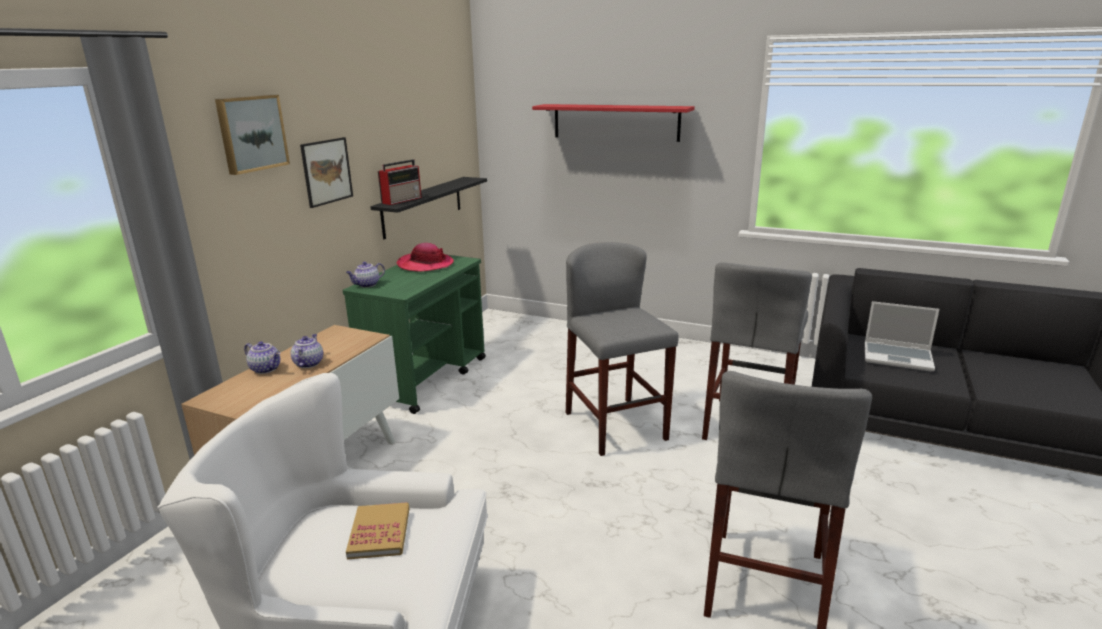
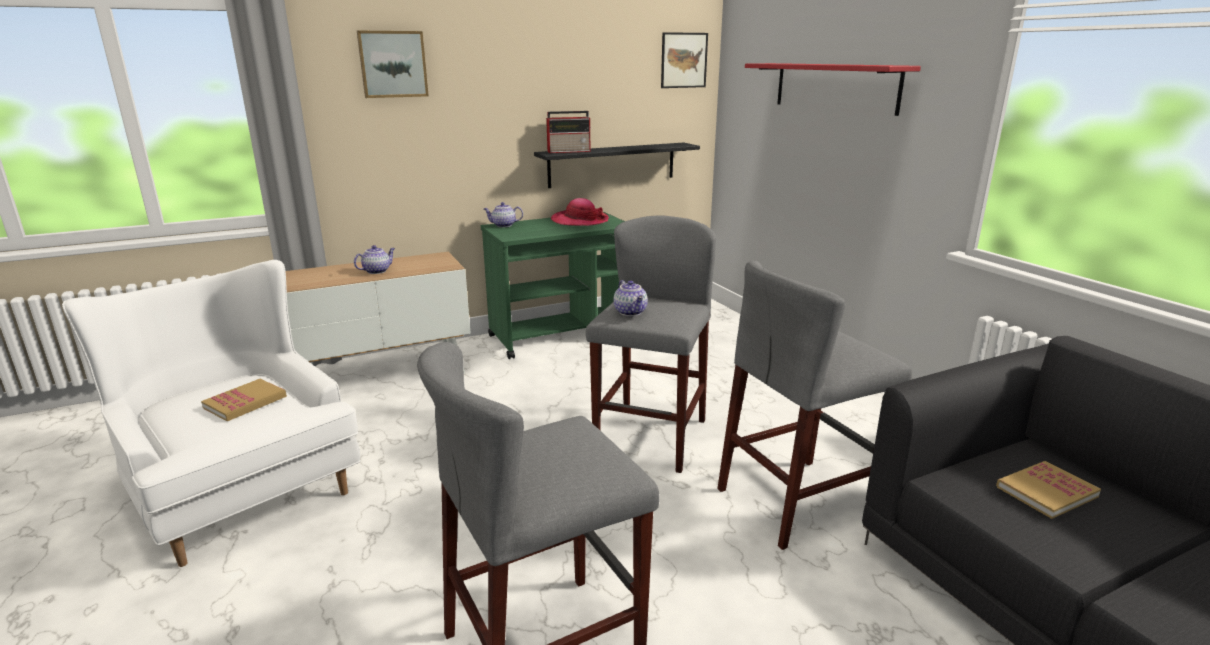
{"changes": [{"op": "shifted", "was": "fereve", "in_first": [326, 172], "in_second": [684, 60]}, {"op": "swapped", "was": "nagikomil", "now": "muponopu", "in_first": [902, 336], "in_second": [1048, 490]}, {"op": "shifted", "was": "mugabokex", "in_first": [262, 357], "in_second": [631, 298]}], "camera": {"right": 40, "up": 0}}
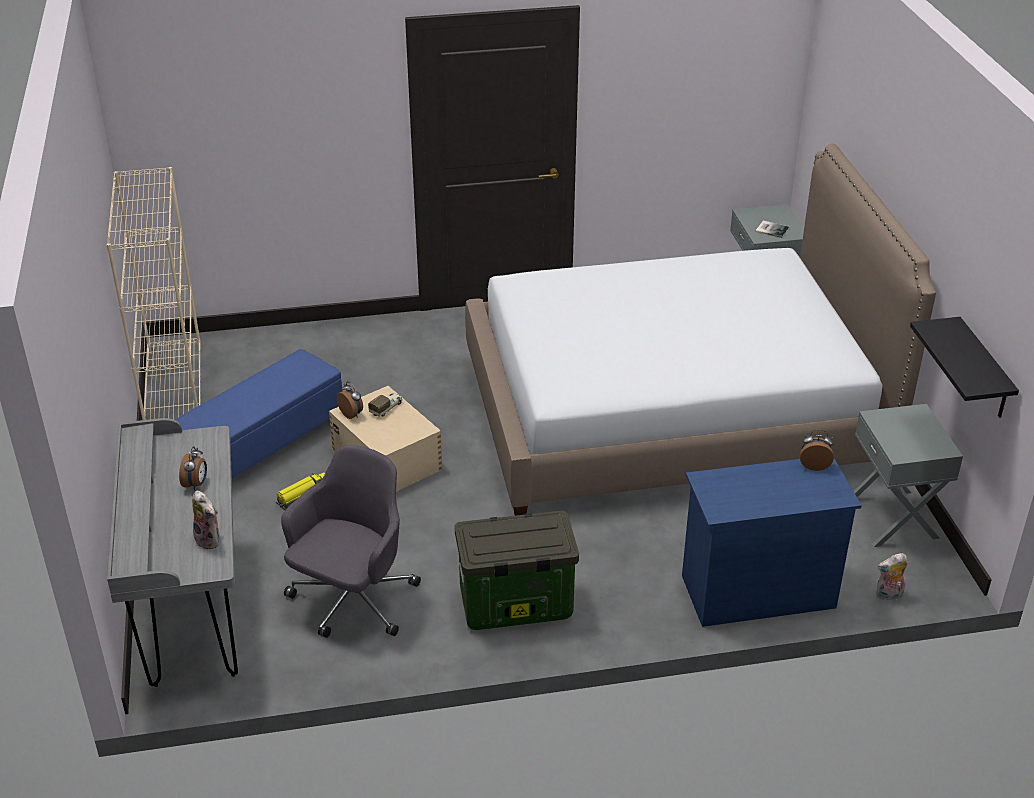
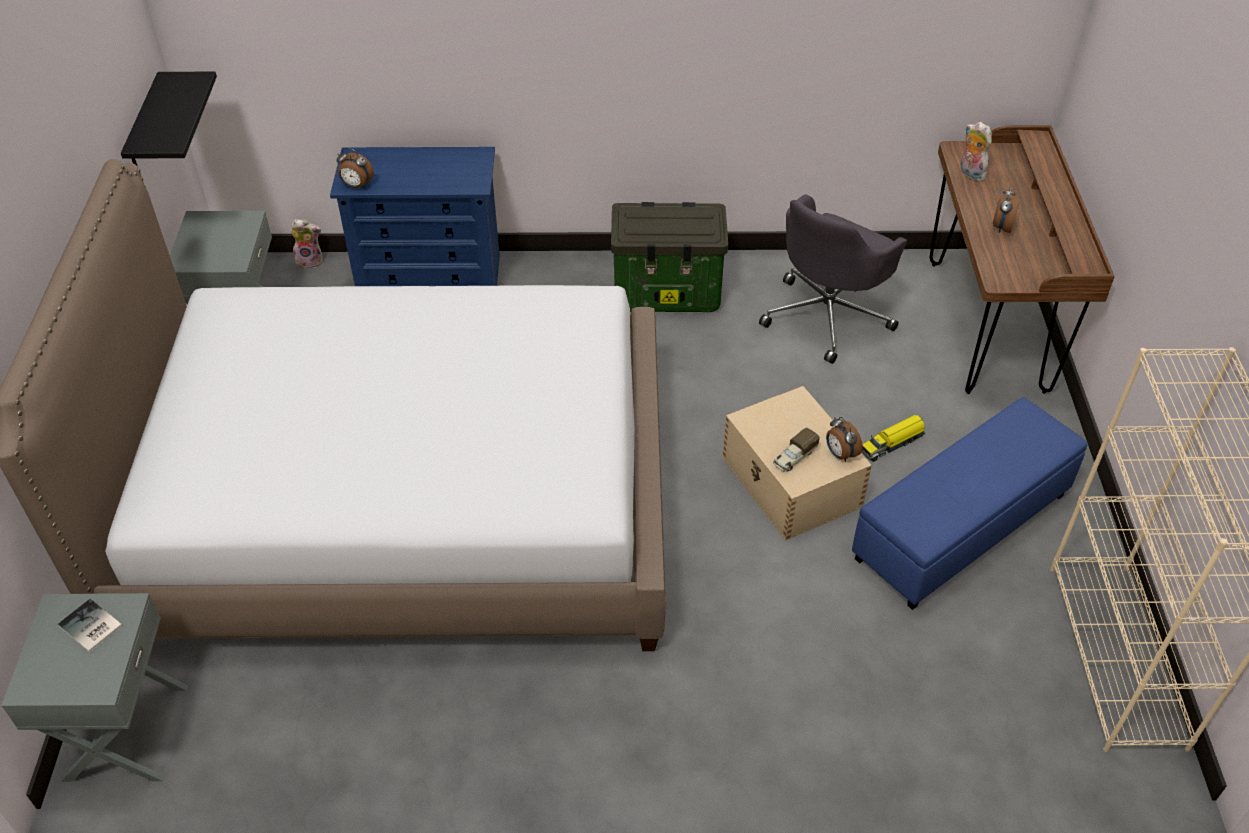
{"changes": [{"op": "repainted", "was": "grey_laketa", "now": "brown_laketa", "in_first": [172, 552], "in_second": [1022, 259]}], "camera": {"right": -170, "up": 10}}
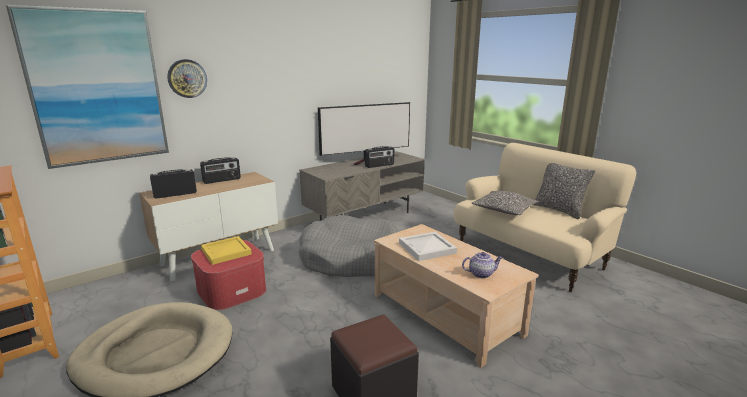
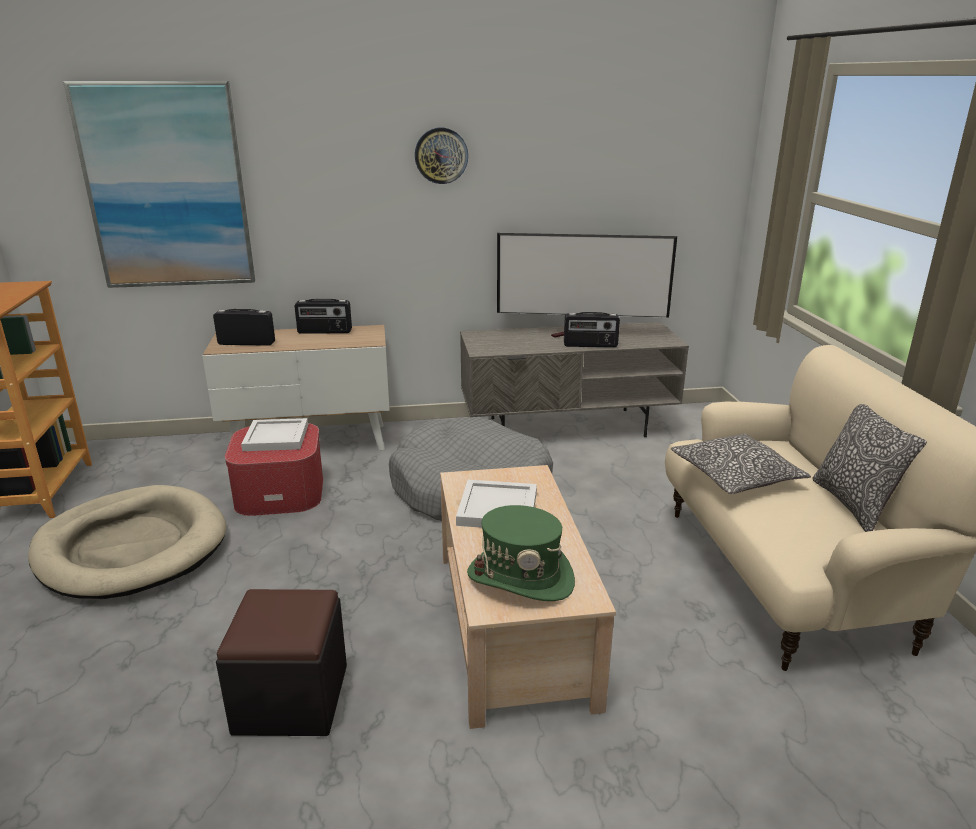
{"changes": [{"op": "shifted", "was": "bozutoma", "in_first": [187, 78], "in_second": [441, 155]}, {"op": "repainted", "was": "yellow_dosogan", "now": "white_dosogan", "in_first": [226, 250], "in_second": [274, 434]}, {"op": "swapped", "was": "mugabokex", "now": "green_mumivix", "in_first": [482, 265], "in_second": [521, 553]}], "camera": {"right": 30, "up": 5}}
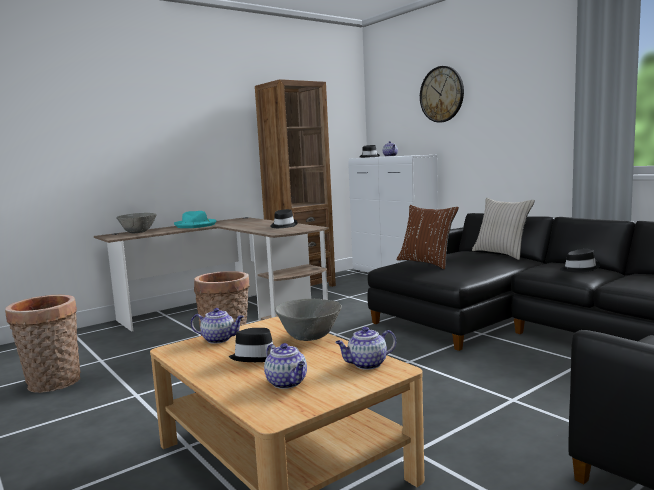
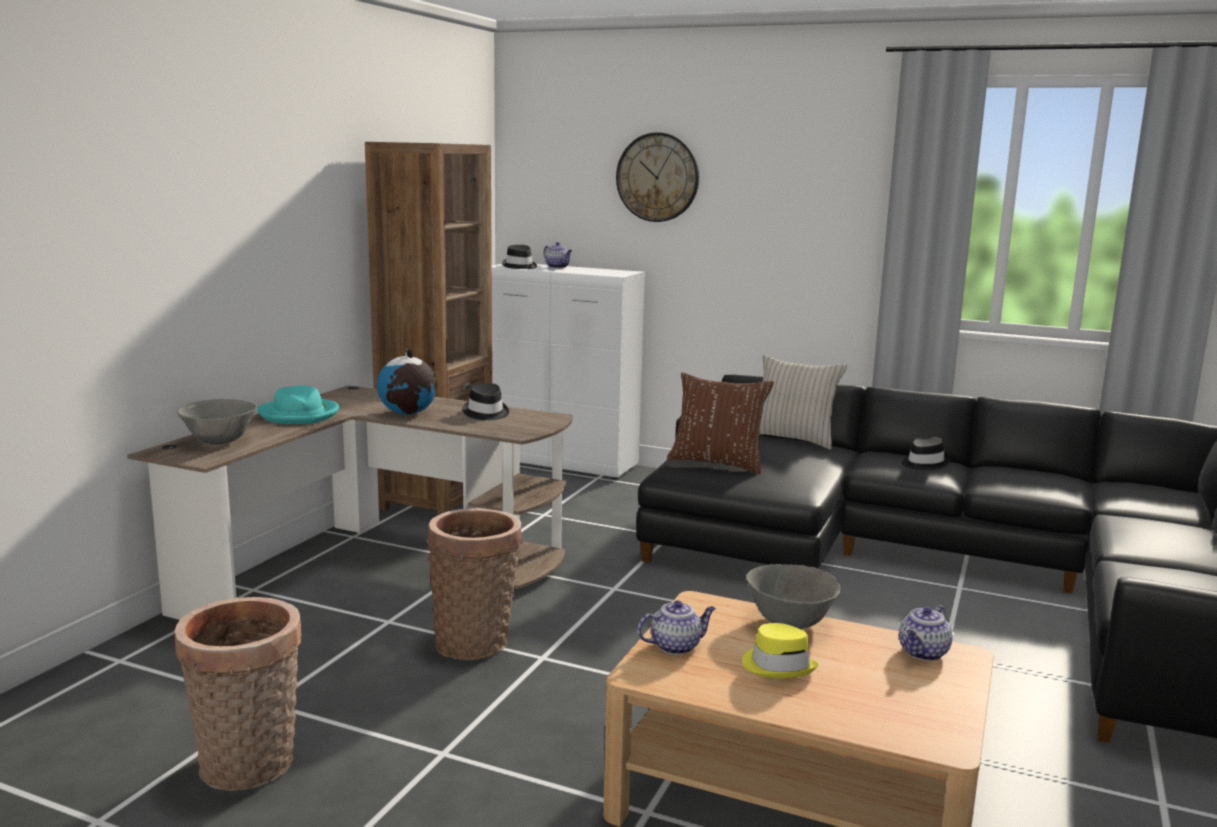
{"changes": [{"op": "repainted", "was": "black_mumivix", "now": "yellow_mumivix", "in_first": [251, 345], "in_second": [780, 650]}, {"op": "gone", "was": "mugabokex", "in_first": [285, 366]}, {"op": "new", "now": "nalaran", "in_second": [407, 382]}], "camera": {"right": -30, "up": 5}}
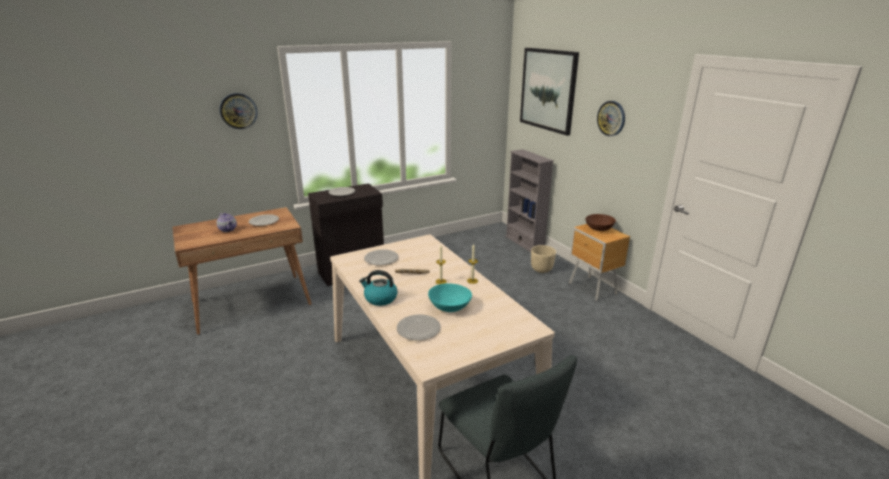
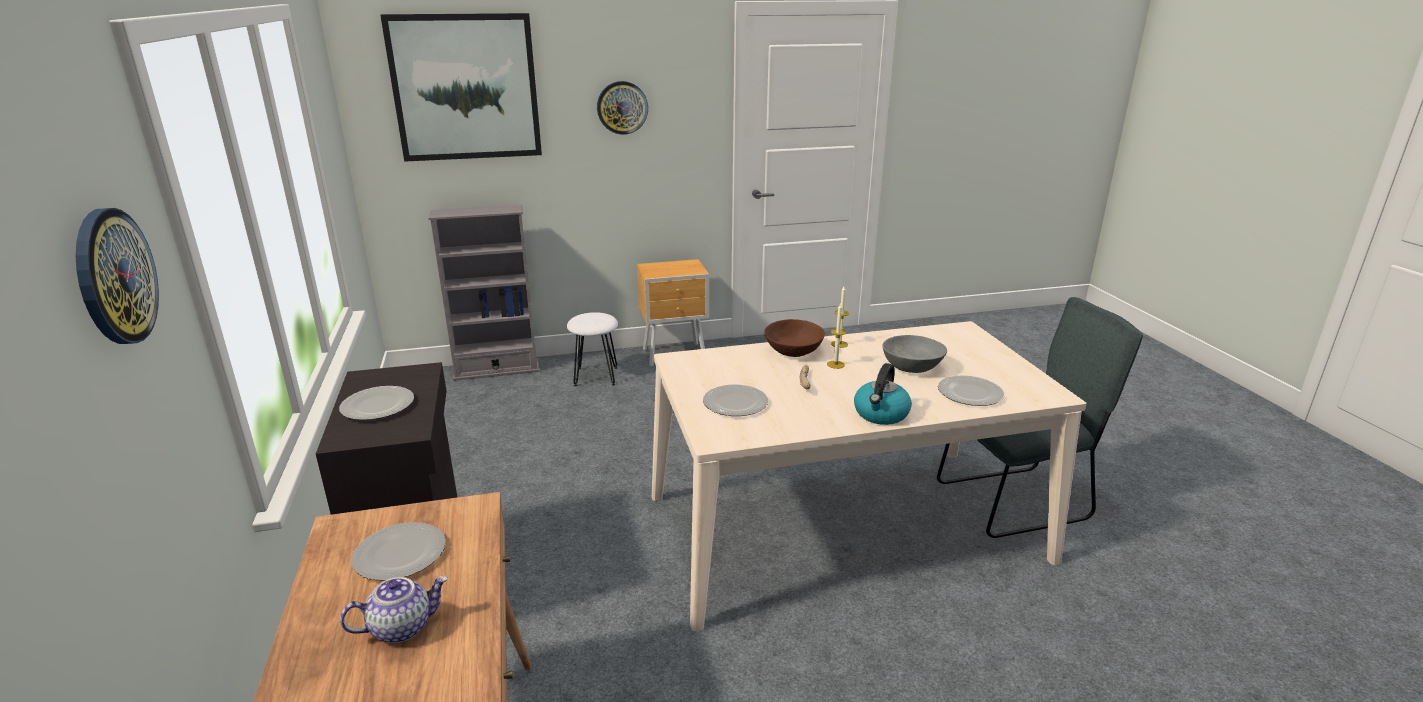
{"changes": [{"op": "shifted", "was": "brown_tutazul", "in_first": [600, 222], "in_second": [794, 338]}, {"op": "swapped", "was": "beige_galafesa", "now": "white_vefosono", "in_first": [543, 259], "in_second": [592, 349]}, {"op": "repainted", "was": "turquoise_tutazul", "now": "grey_tutazul", "in_first": [450, 297], "in_second": [914, 354]}], "camera": {"right": -75, "up": 0}}
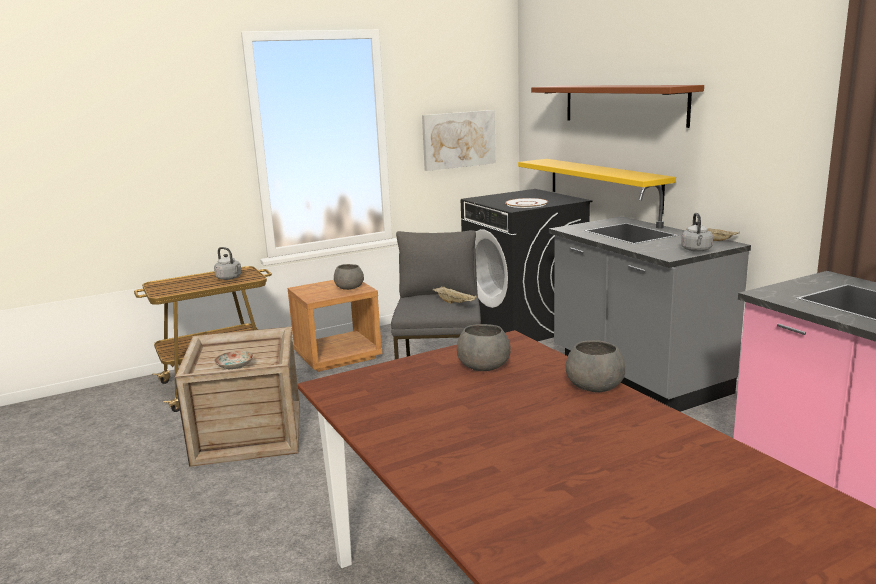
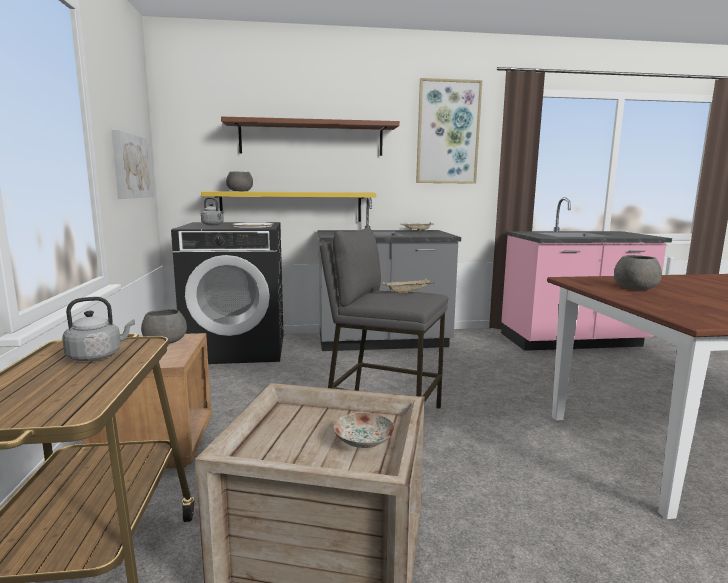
{"changes": [{"op": "shifted", "was": "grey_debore", "in_first": [697, 232], "in_second": [213, 211]}, {"op": "shifted", "was": "grey_tutazul", "in_first": [595, 366], "in_second": [239, 181]}, {"op": "new", "now": "fereve", "in_second": [449, 131]}], "camera": {"right": -70, "up": -5}}
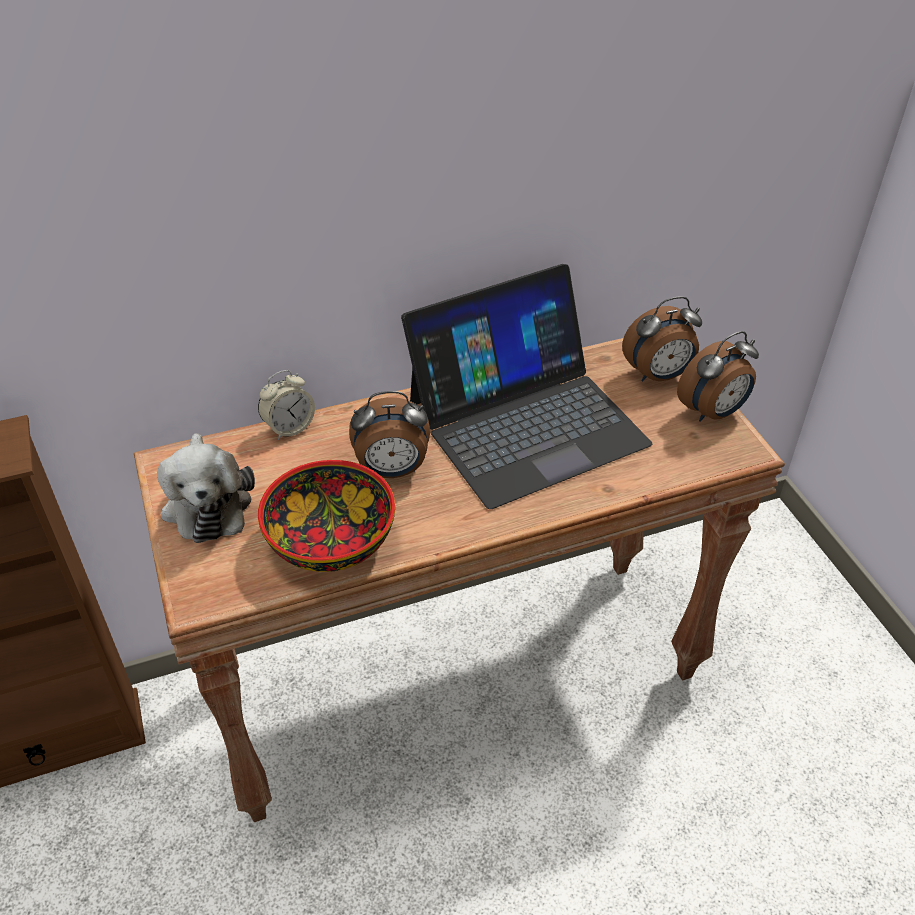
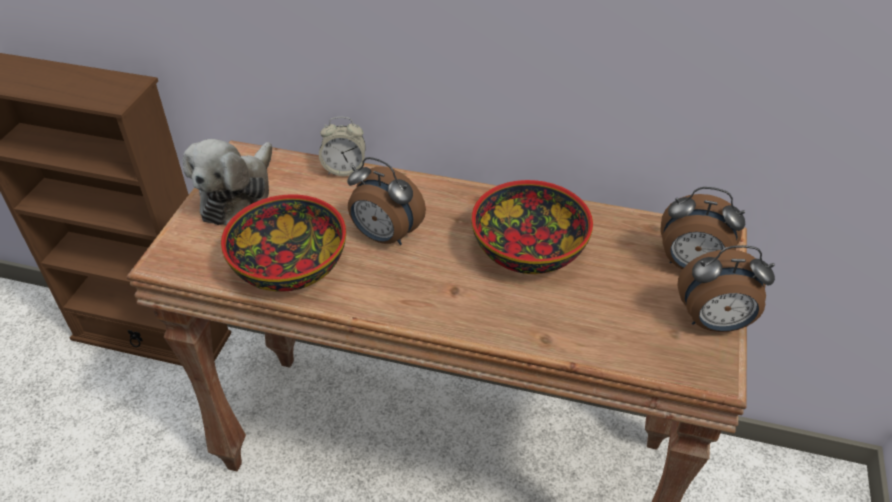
{"changes": [{"op": "swapped", "was": "nagikomil", "now": "tutazul", "in_first": [527, 386], "in_second": [532, 227]}], "camera": {"right": 35, "up": 0}}
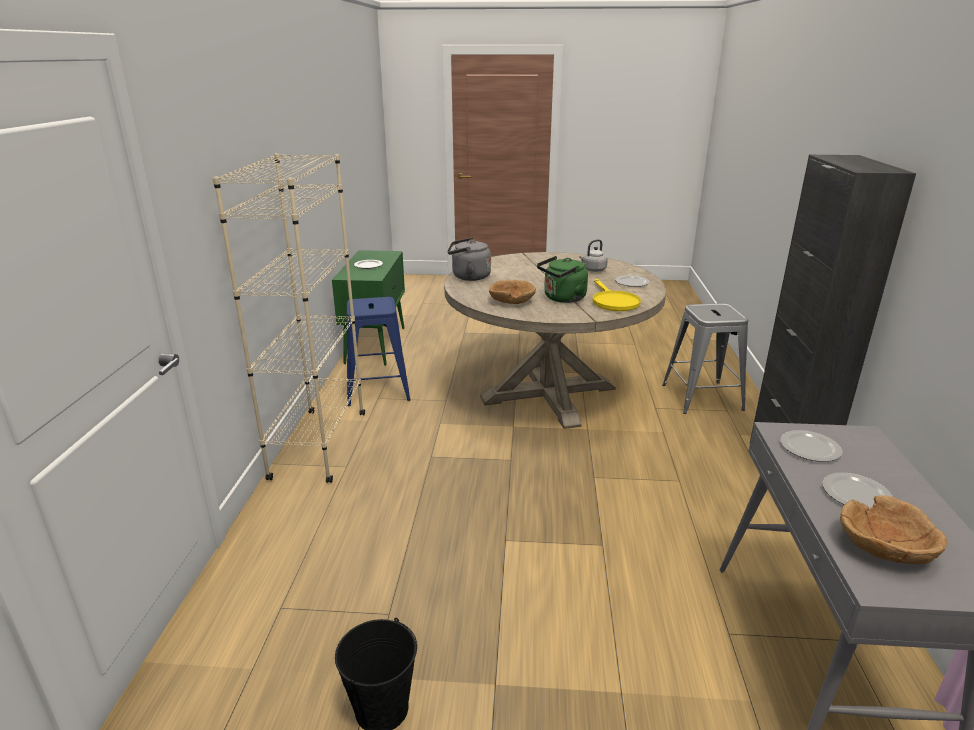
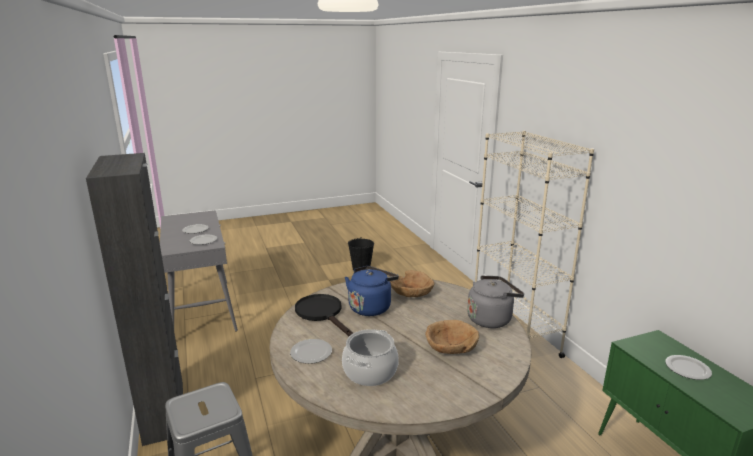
{"changes": [{"op": "swapped", "was": "grey_debore", "now": "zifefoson", "in_first": [593, 255], "in_second": [370, 357]}, {"op": "repainted", "was": "green_debore", "now": "blue_debore", "in_first": [562, 279], "in_second": [372, 291]}, {"op": "repainted", "was": "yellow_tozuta", "now": "black_tozuta", "in_first": [617, 295], "in_second": [324, 315]}, {"op": "gone", "was": "blue_vefosono", "in_first": [379, 351]}, {"op": "shifted", "was": "brown_tutazul", "in_first": [893, 529], "in_second": [452, 337]}], "camera": {"right": 155, "up": -5}}
